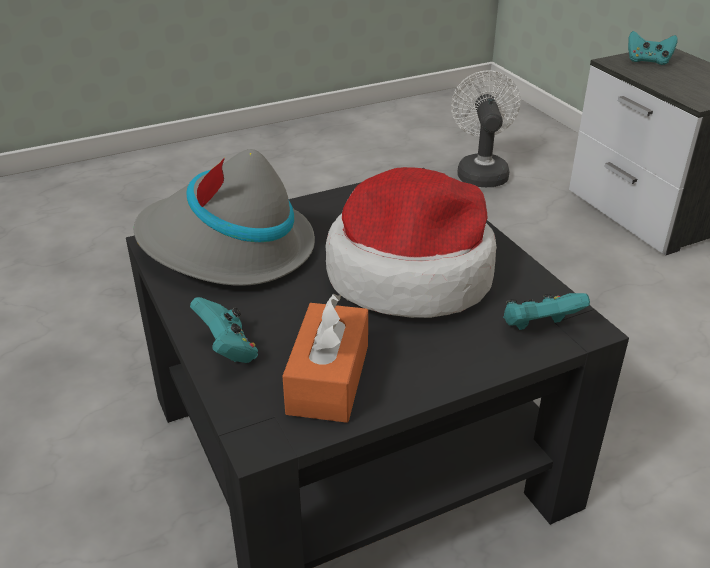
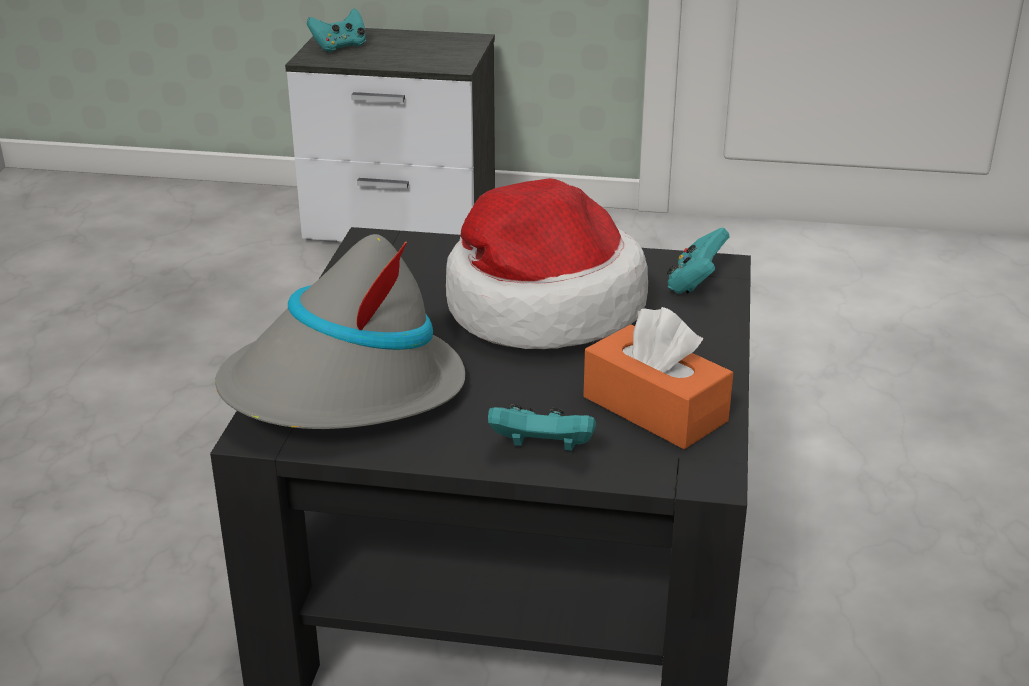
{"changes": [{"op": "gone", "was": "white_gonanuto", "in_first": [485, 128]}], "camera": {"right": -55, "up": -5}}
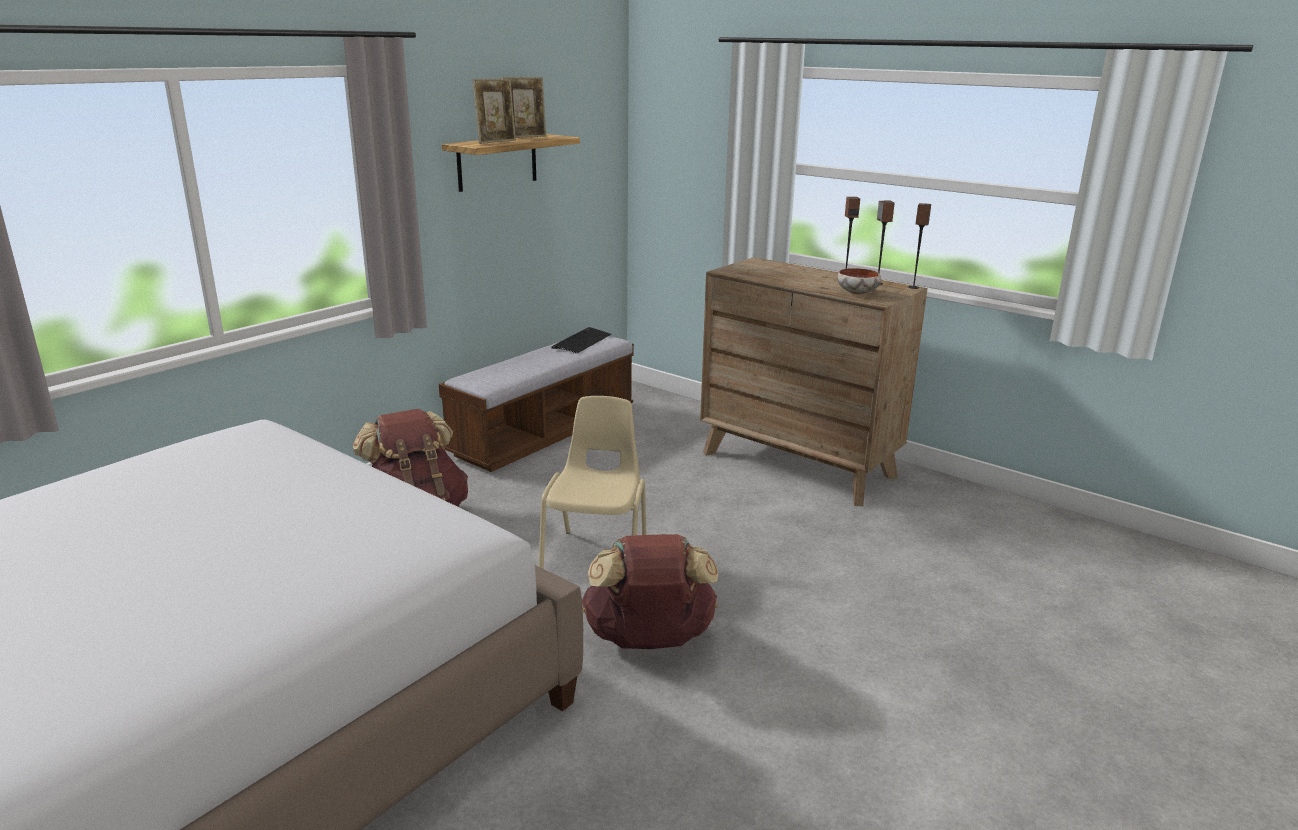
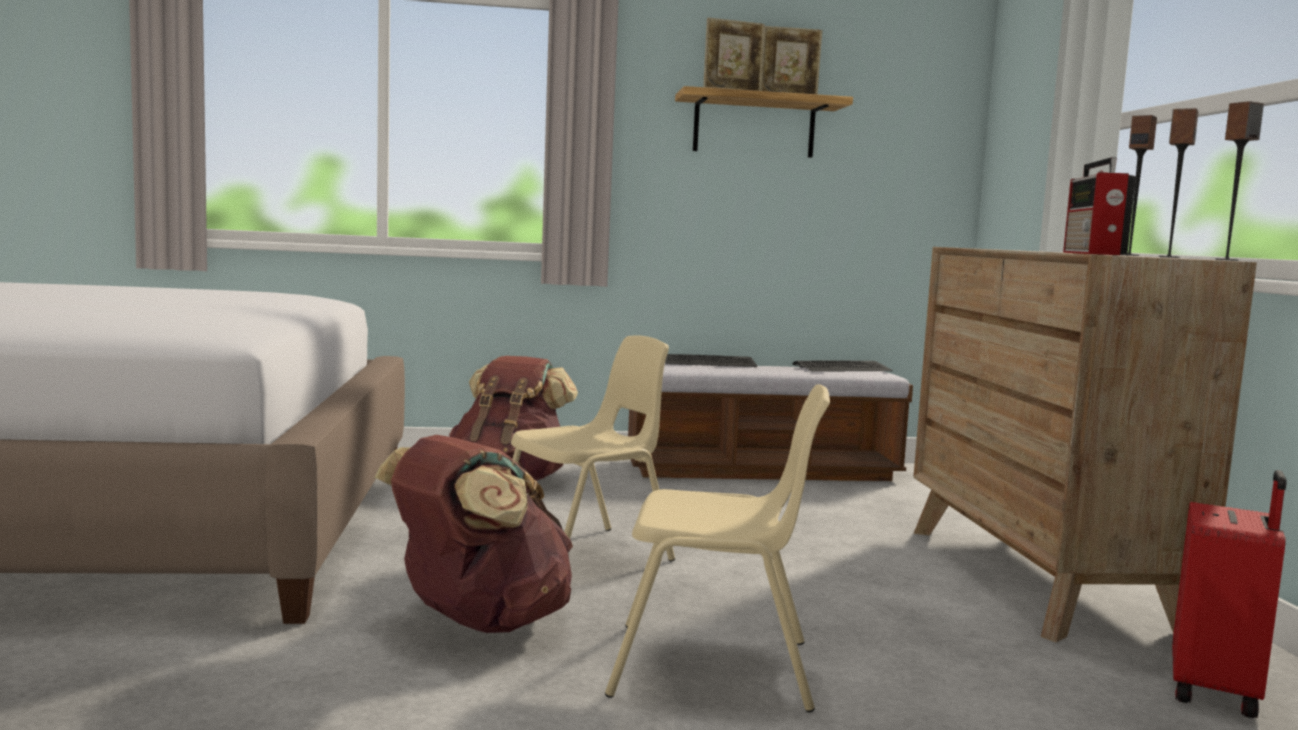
{"changes": [{"op": "swapped", "was": "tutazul", "now": "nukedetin", "in_first": [859, 281], "in_second": [1099, 206]}, {"op": "new", "now": "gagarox", "in_second": [711, 360]}, {"op": "new", "now": "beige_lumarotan", "in_second": [717, 548]}, {"op": "new", "now": "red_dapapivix", "in_second": [1229, 594]}], "camera": {"right": 45, "up": -15}}
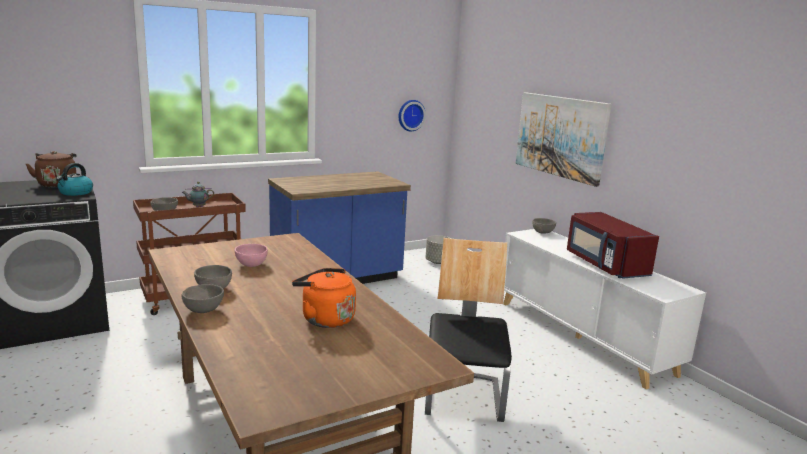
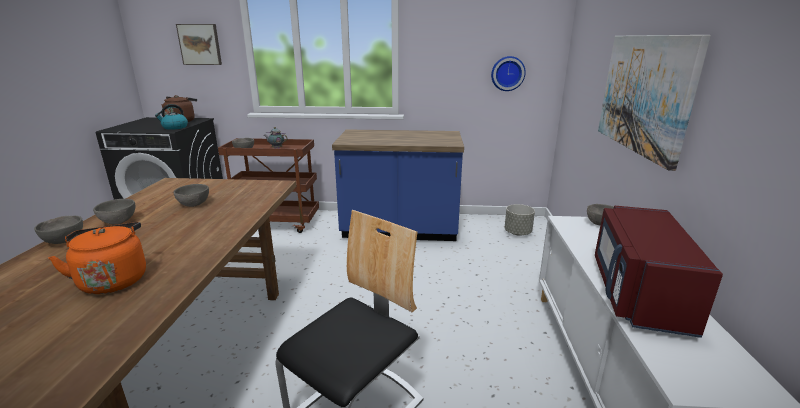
{"changes": [{"op": "repainted", "was": "pink_tutazul", "now": "grey_tutazul", "in_first": [251, 255], "in_second": [191, 195]}, {"op": "new", "now": "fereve", "in_second": [199, 44]}], "camera": {"right": 35, "up": 5}}
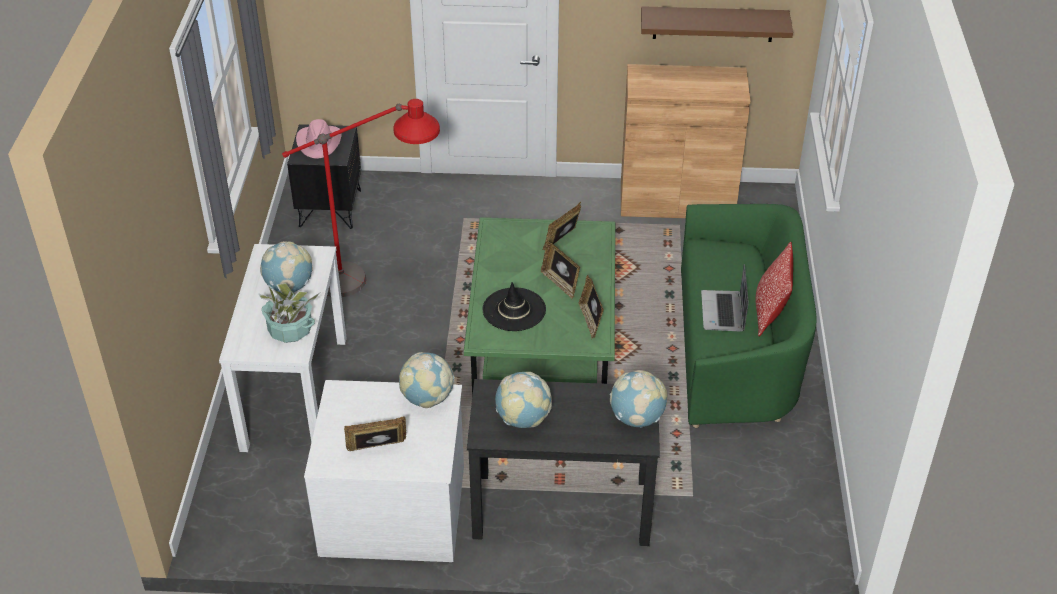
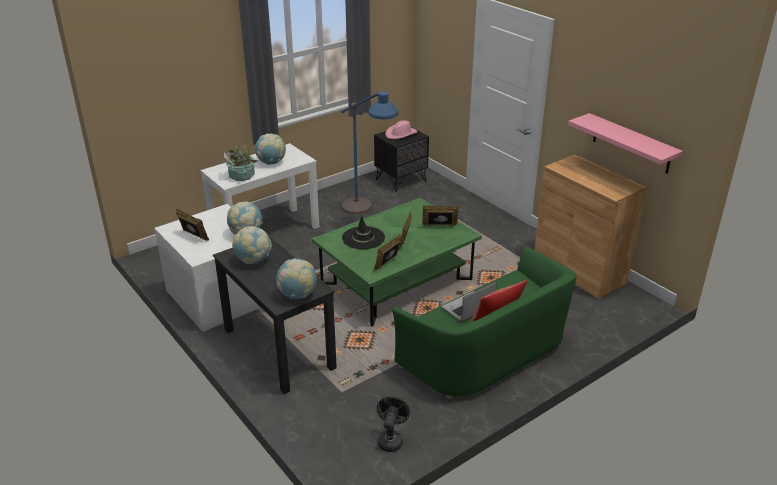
{"changes": [{"op": "repainted", "was": "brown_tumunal", "now": "pink_tumunal", "in_first": [717, 24], "in_second": [625, 143]}, {"op": "repainted", "was": "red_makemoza", "now": "blue_makemoza", "in_first": [361, 198], "in_second": [369, 153]}, {"op": "new", "now": "black_gonanuto", "in_second": [393, 424]}], "camera": {"right": 50, "up": -10}}
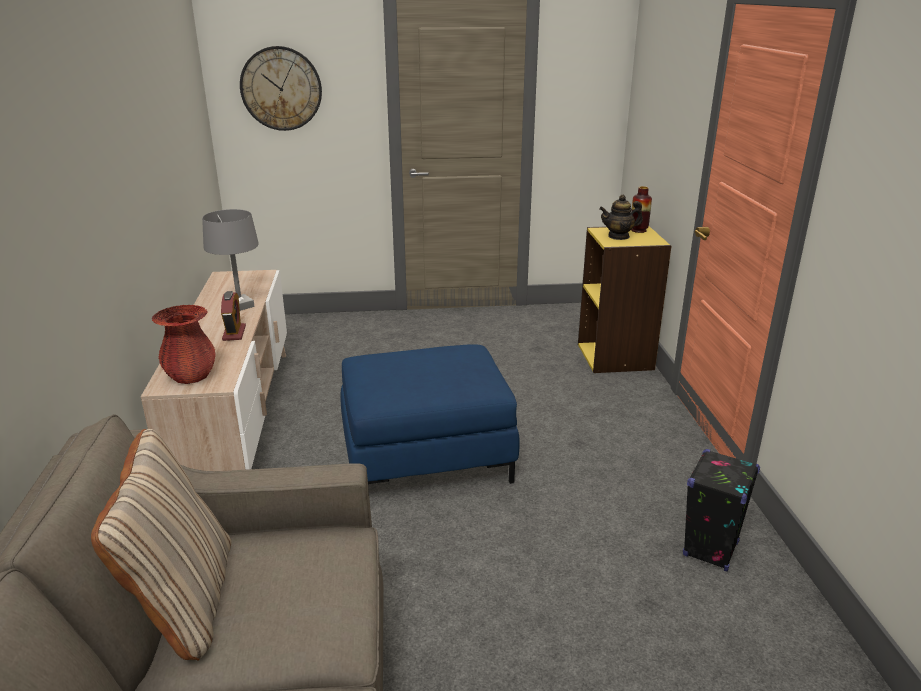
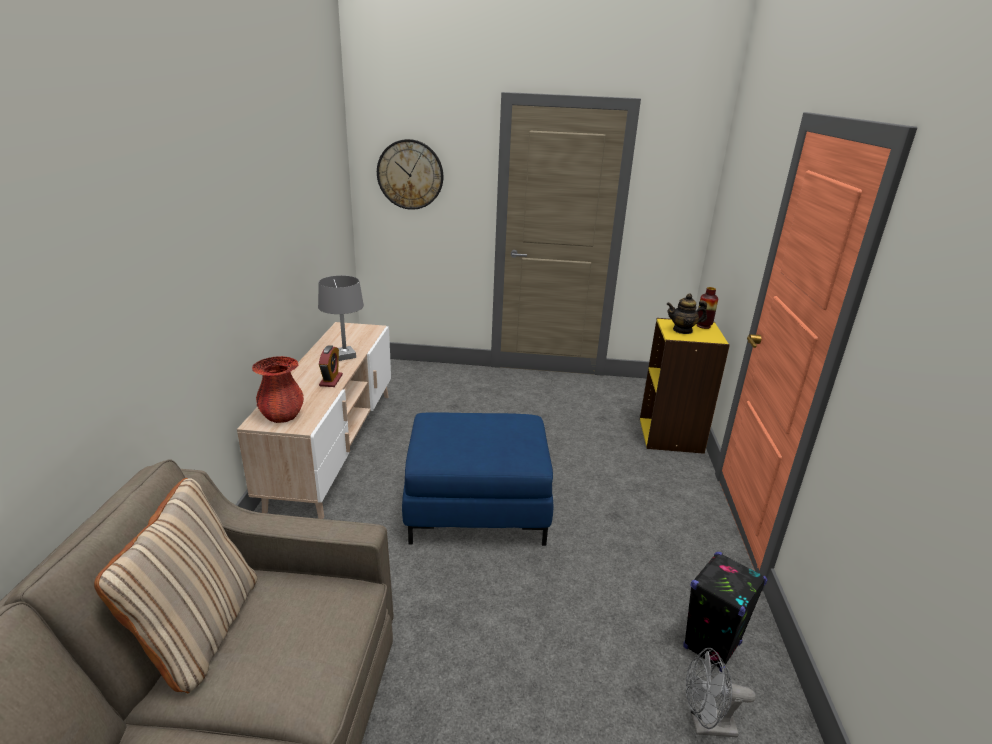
{"changes": [{"op": "new", "now": "grey_gonanuto", "in_second": [721, 692]}], "camera": {"right": 10, "up": 0}}
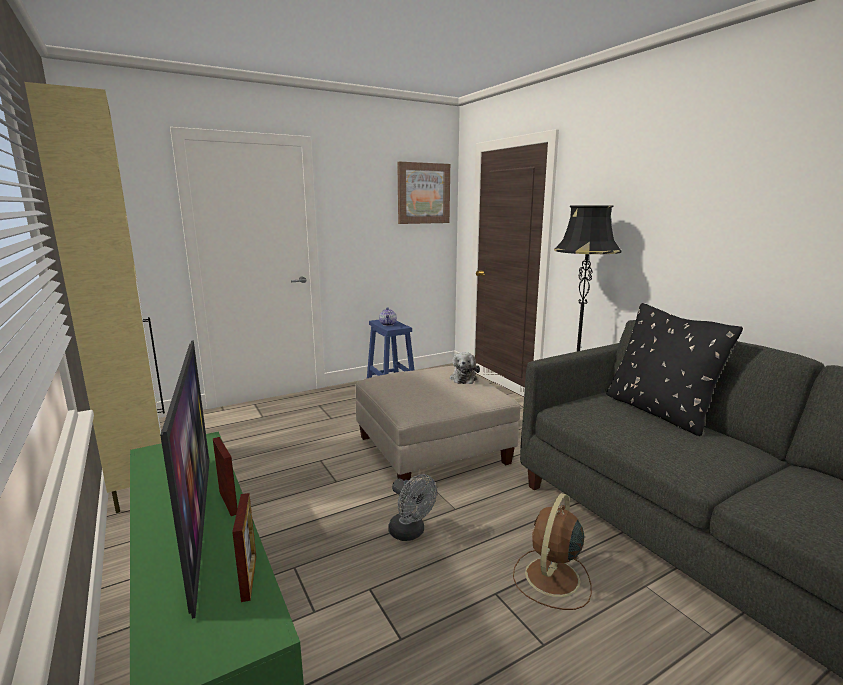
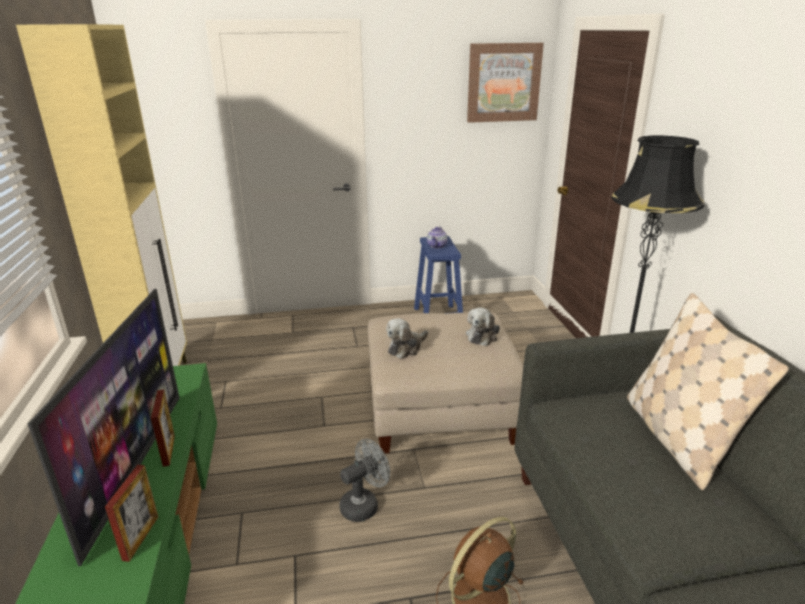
{"changes": [{"op": "repainted", "was": "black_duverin", "now": "beige_duverin", "in_first": [674, 369], "in_second": [708, 391]}, {"op": "rotated", "was": "grey_gonanuto", "in_first": [412, 507], "in_second": [365, 480], "clockwise": -105}, {"op": "new", "now": "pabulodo", "in_second": [407, 338]}], "camera": {"right": 20, "up": 10}}
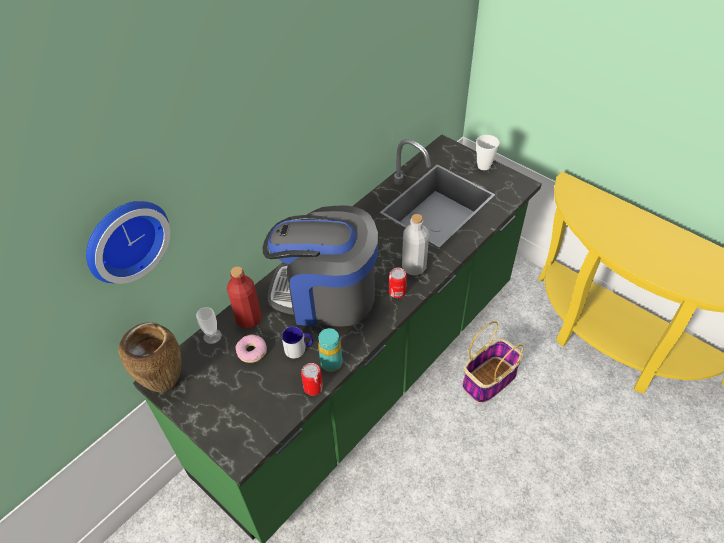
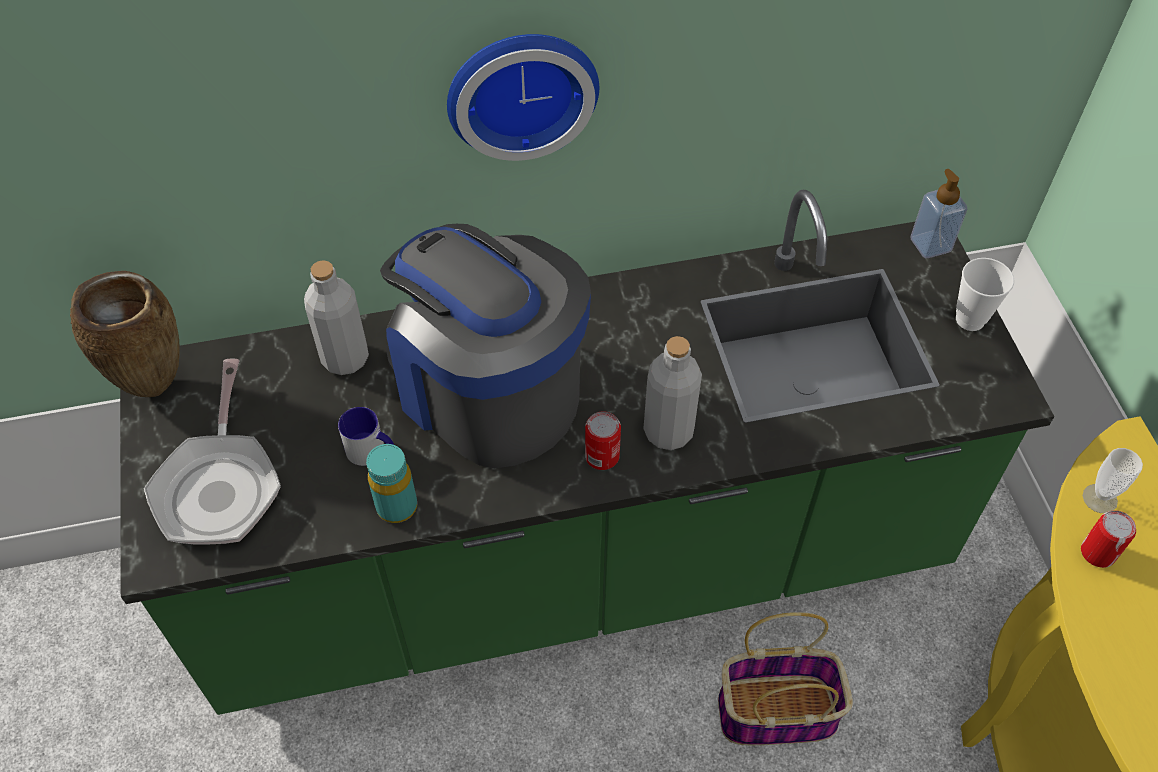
{"changes": [{"op": "shifted", "was": "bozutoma", "in_first": [128, 242], "in_second": [523, 97]}, {"op": "repainted", "was": "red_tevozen", "now": "grey_tevozen", "in_first": [244, 297], "in_second": [336, 317]}, {"op": "shifted", "was": "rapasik", "in_first": [209, 325], "in_second": [1113, 480]}, {"op": "gone", "was": "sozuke", "in_first": [251, 348]}, {"op": "shifted", "was": "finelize", "in_first": [312, 379], "in_second": [1108, 539]}, {"op": "new", "now": "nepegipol", "in_second": [938, 213]}, {"op": "new", "now": "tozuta", "in_second": [212, 451]}], "camera": {"right": 35, "up": 5}}
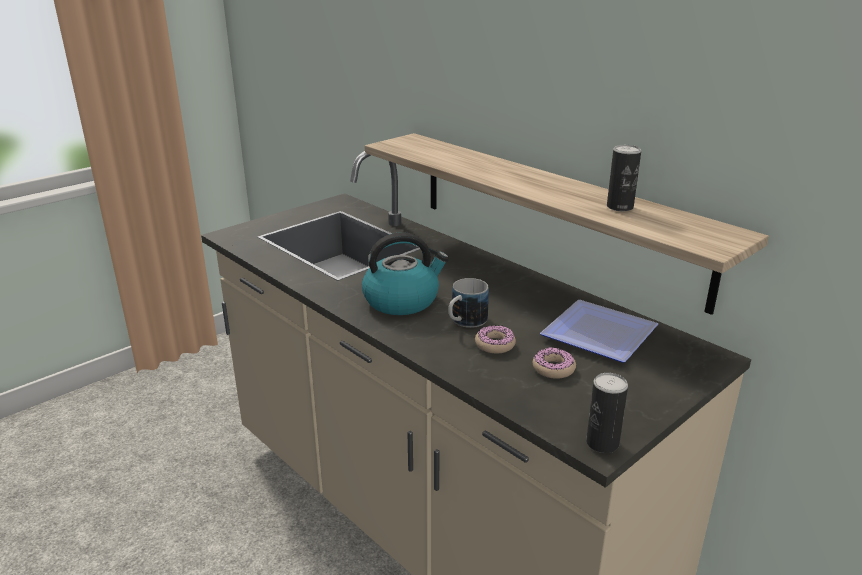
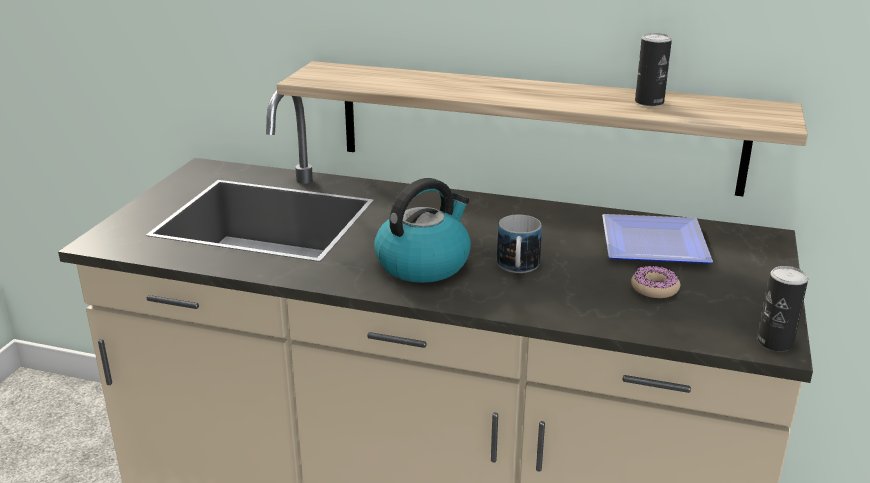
{"changes": [{"op": "gone", "was": "sozuke", "in_first": [495, 339]}], "camera": {"right": -30, "up": 0}}
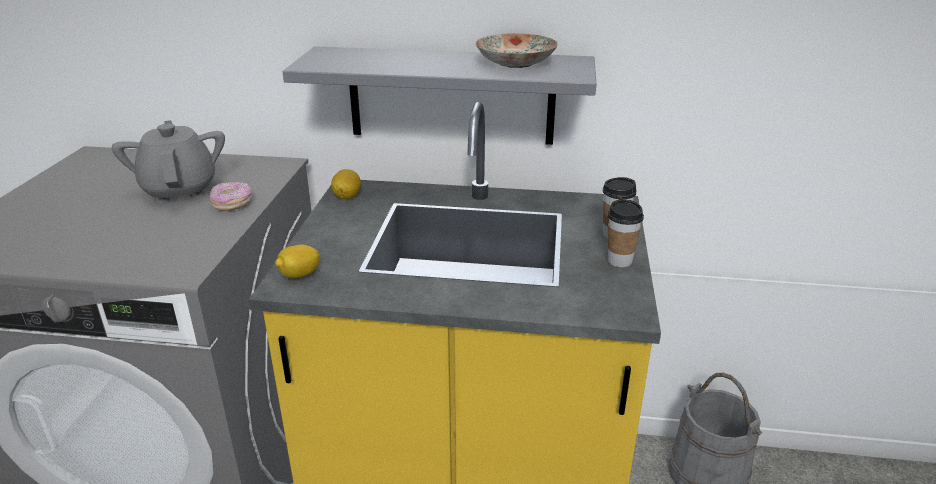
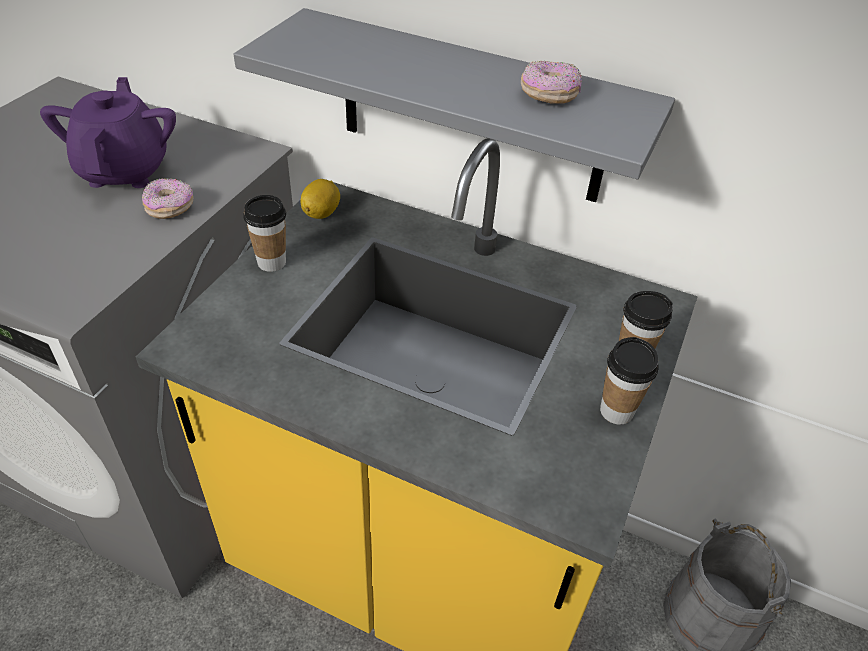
{"changes": [{"op": "swapped", "was": "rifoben", "now": "sozuke", "in_first": [517, 50], "in_second": [551, 82]}, {"op": "repainted", "was": "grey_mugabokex", "now": "purple_mugabokex", "in_first": [168, 161], "in_second": [108, 132]}, {"op": "gone", "was": "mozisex", "in_first": [297, 262]}, {"op": "new", "now": "rapasik", "in_second": [265, 233]}], "camera": {"right": 15, "up": 15}}
